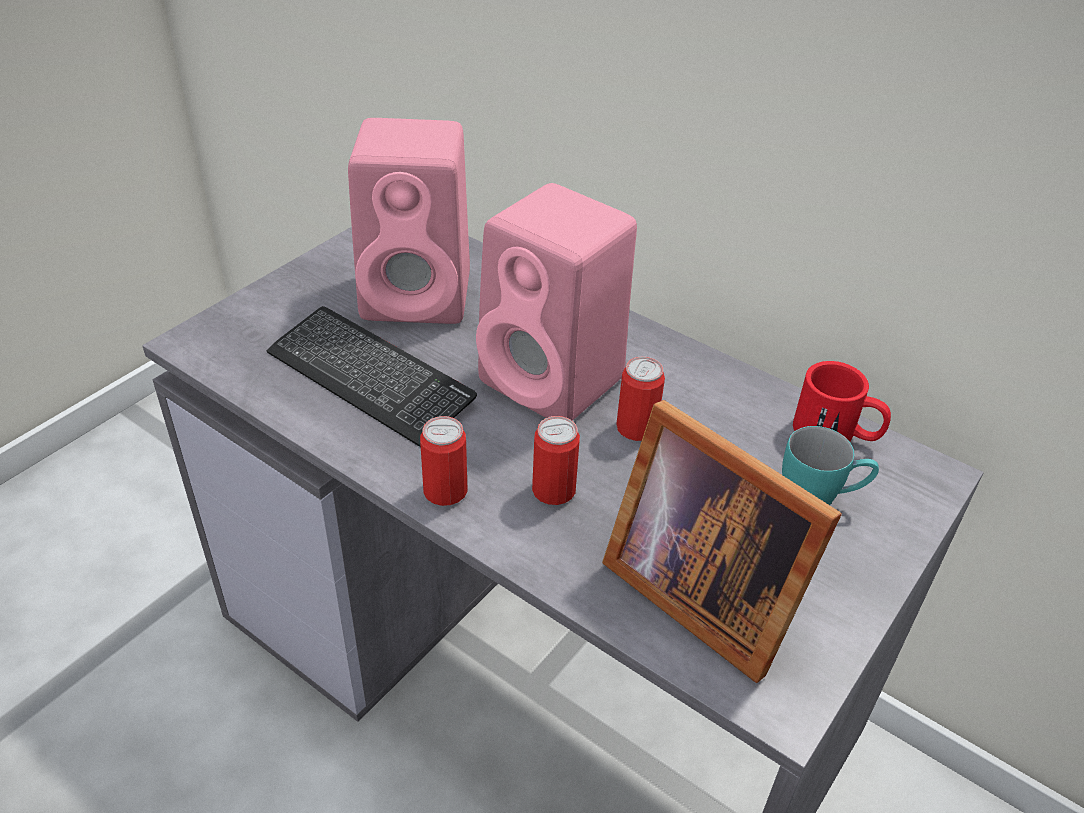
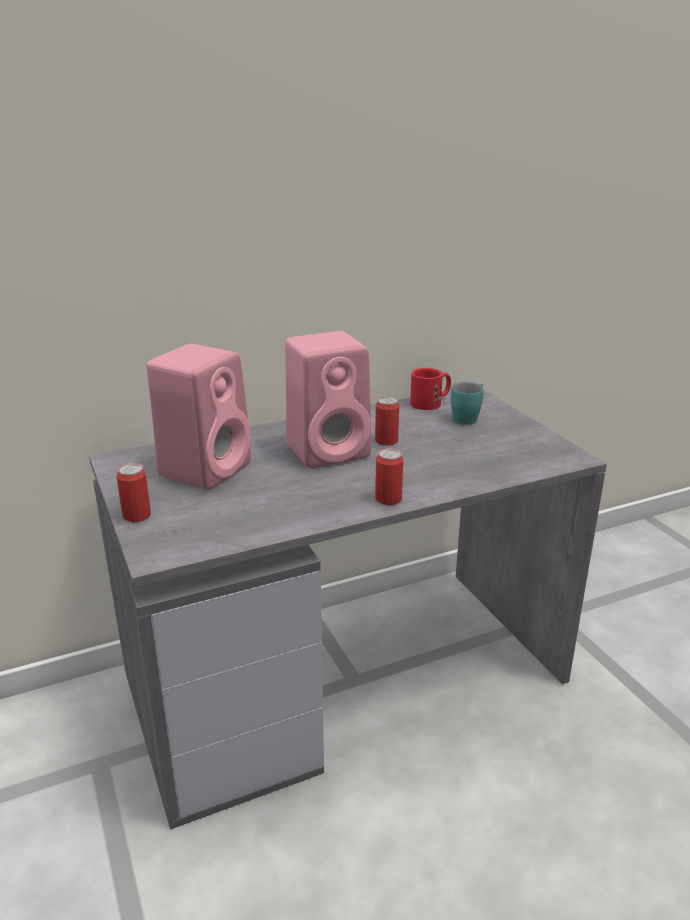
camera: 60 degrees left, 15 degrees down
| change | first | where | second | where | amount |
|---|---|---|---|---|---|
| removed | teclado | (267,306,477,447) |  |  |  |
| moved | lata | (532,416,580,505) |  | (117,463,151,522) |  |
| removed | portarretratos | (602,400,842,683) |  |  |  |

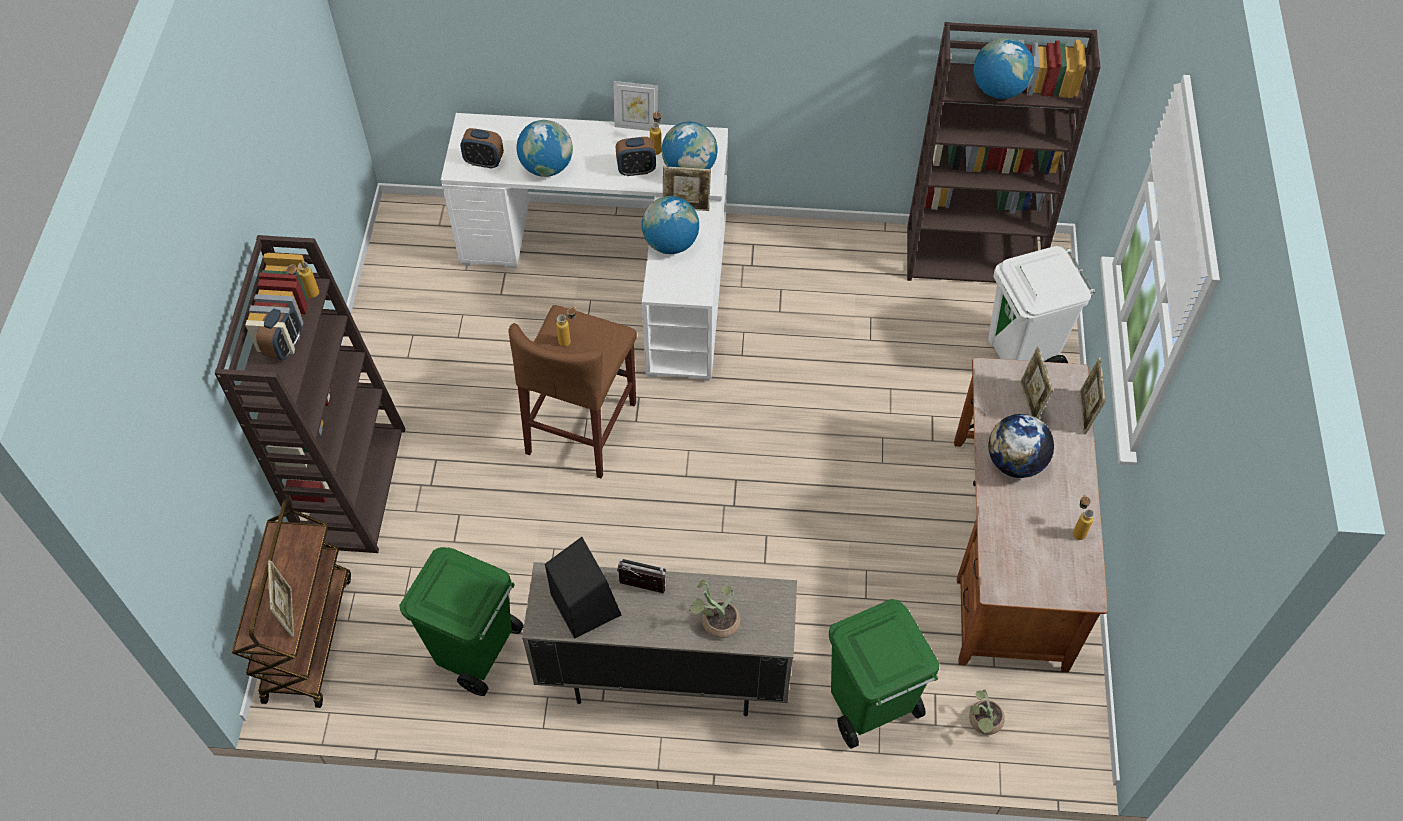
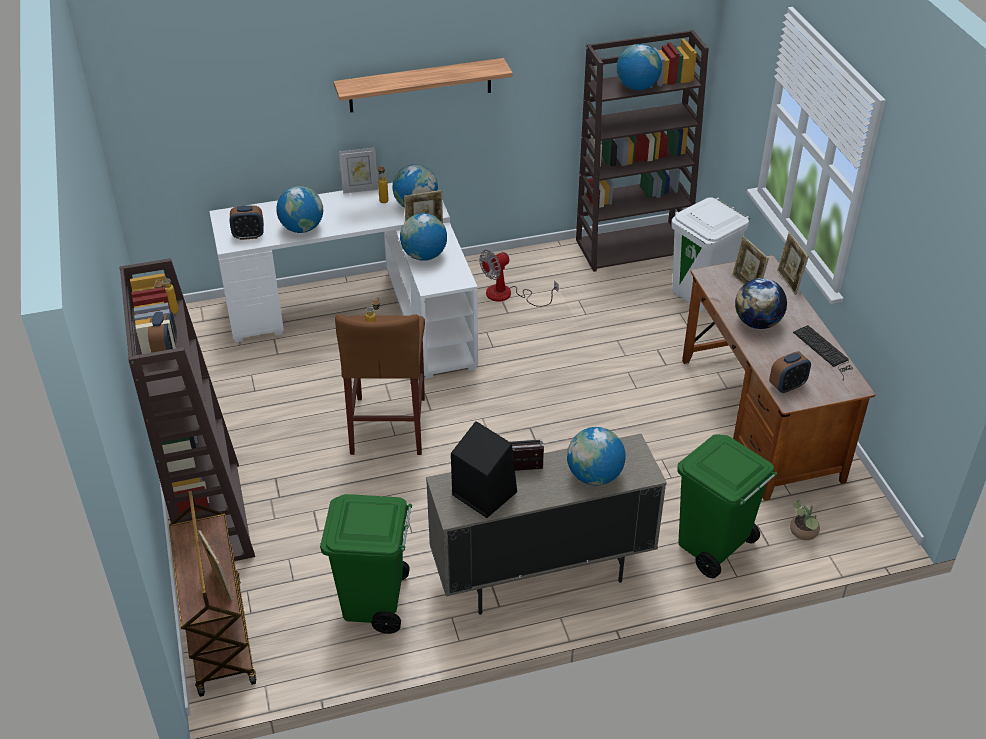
camera: 20 degrees left, 15 degrees down
| change | first | where | second | where | amount |
|---|---|---|---|---|---|
| moved | despertador | (616,137,656,176) |  | (769,351,811,394) |  |
| replaced | planta en maceta | (689,579,741,639) | globo terráqueo | (567,427,625,486) |  |
| replaced | botella | (1073,495,1094,540) | teclado | (793,325,853,381) |  |
| added |  |  | estante | (334,58,513,113) |  |
| added |  |  | ventilador | (479,250,559,307) |  |

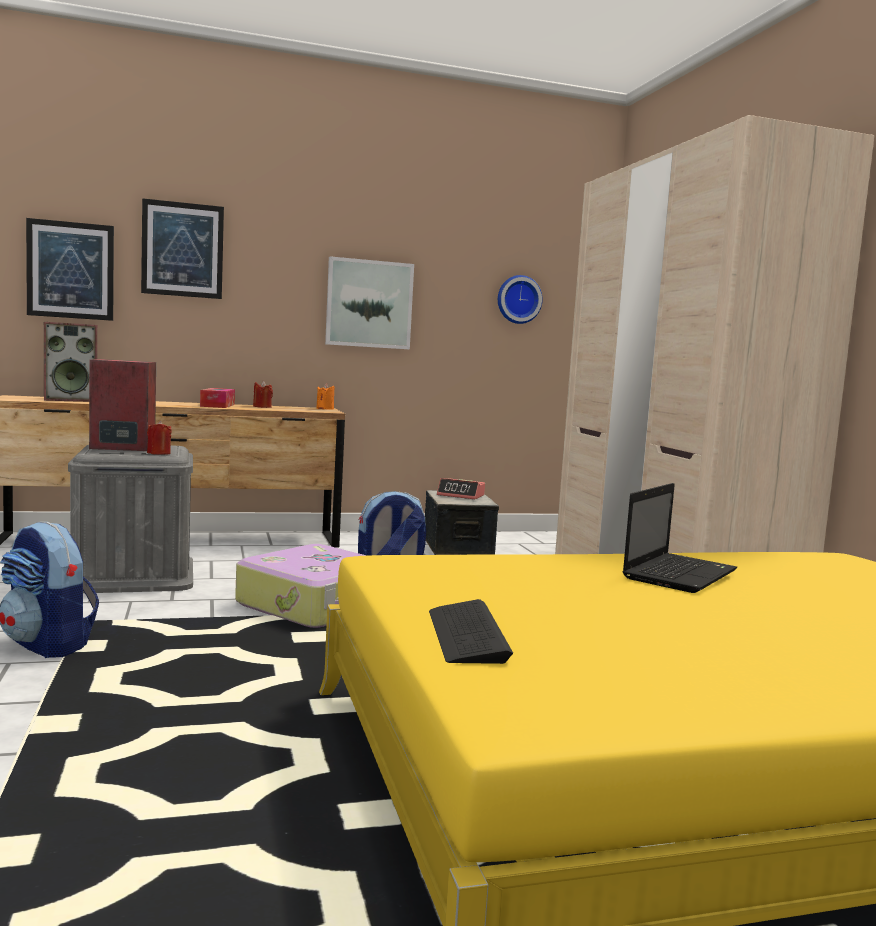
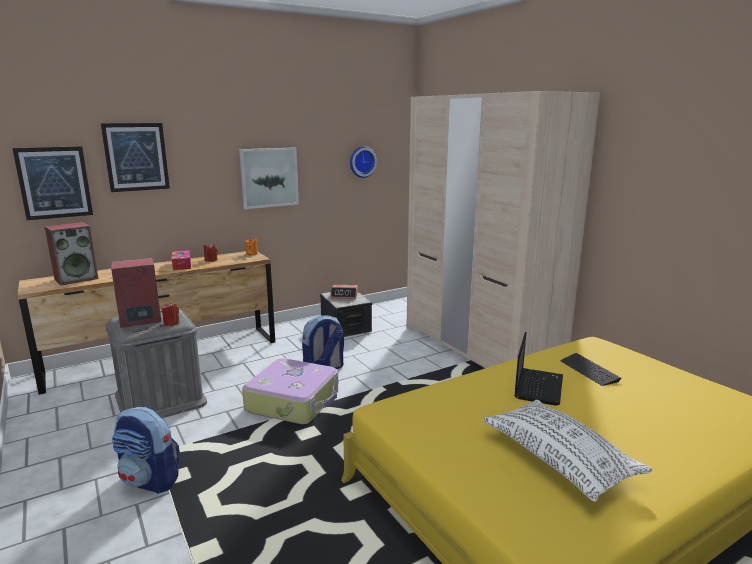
camera: 15 degrees left, 10 degrees up
| change | first | where | second | where | amount |
|---|---|---|---|---|---|
| moved | teclado | (429,599,513,664) |  | (561,353,621,386) |  |
| added |  |  | cojín (blanco) | (483,400,652,502) |  |

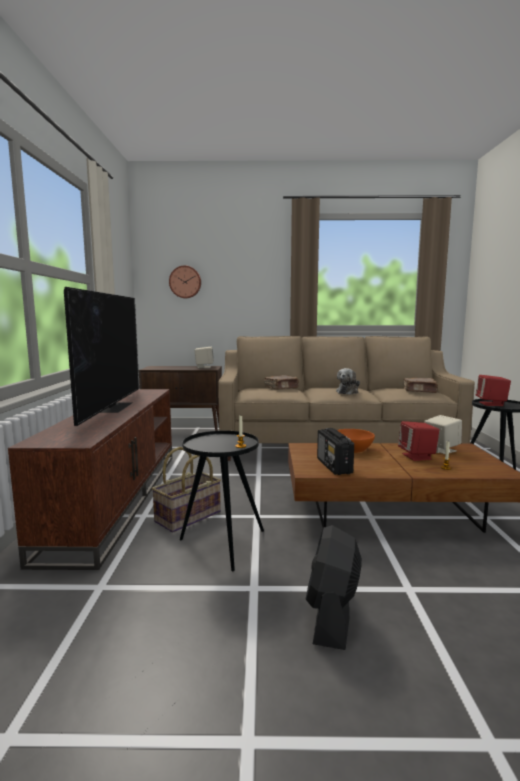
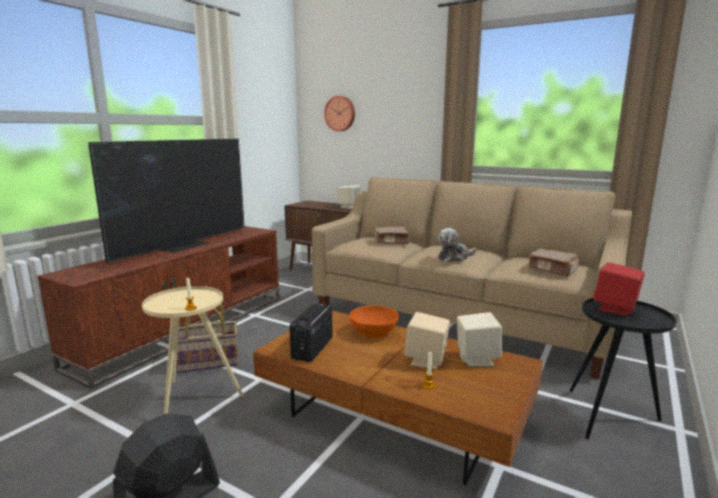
camera: 30 degrees right, 5 degrees up
| change | first | where | second | where | amount |
|---|---|---|---|---|---|
| recoloured | mesa auxiliar (negro) | (180,431,264,571) | mesa auxiliar (beis) | (142,286,244,414) |  |
| recoloured | altavoz (rojo) | (398,421,439,461) | altavoz (beis) | (404,312,450,369) |  |

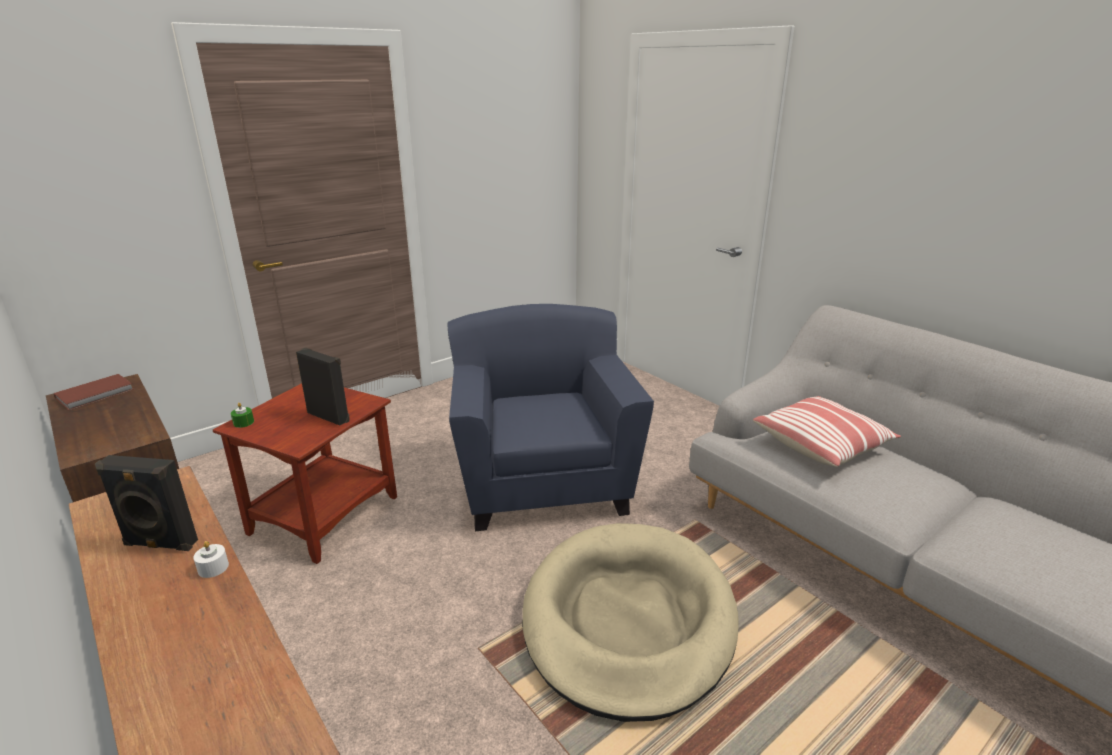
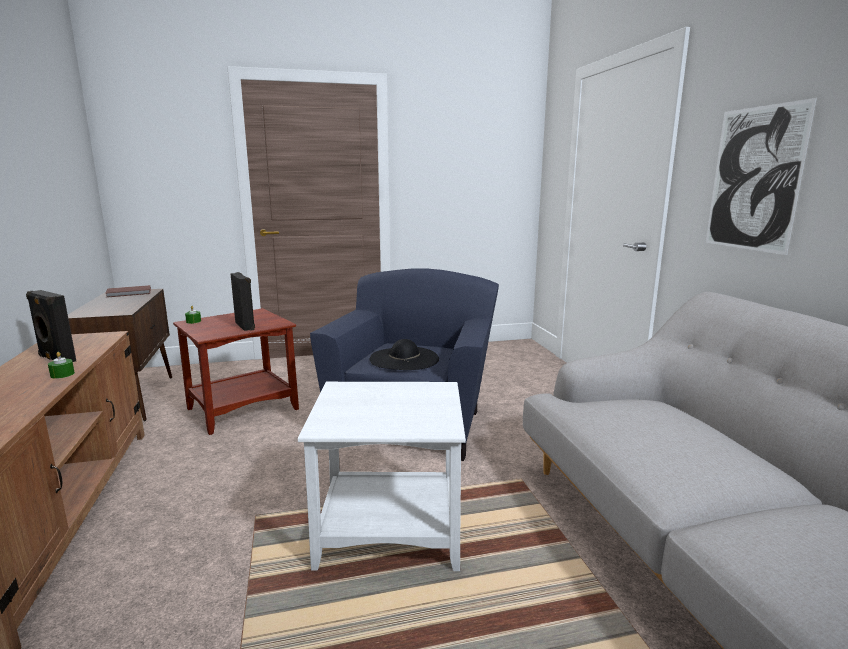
camera: 25 degrees right, 10 degrees down
| change | first | where | second | where | amount |
|---|---|---|---|---|---|
| recoloured | vela (blanco) | (193,541,229,578) | vela (verde) | (48,352,75,379) |  |
| replaced | cama para perro (beis) | (522,523,738,722) | mesa auxiliar (blanco) | (298,382,466,571) |  |
| removed | cojín | (753,396,901,467) |  |  |  |
| added |  |  | sombrero (negro) | (370,339,439,370) |  |
| added |  |  | cuadro | (706,98,817,255) |  |

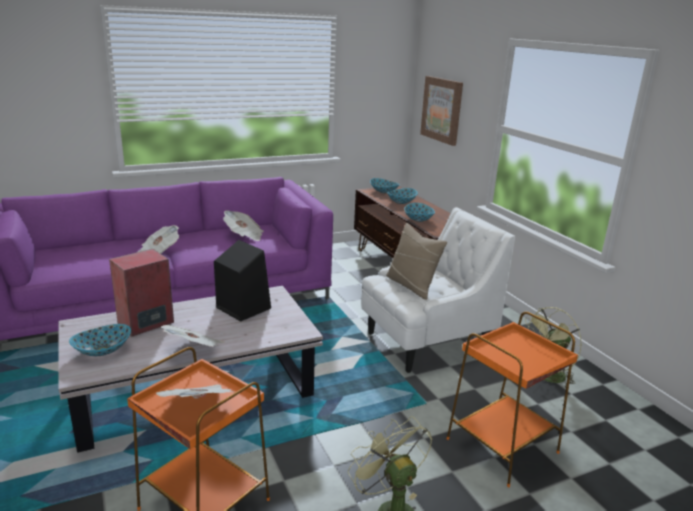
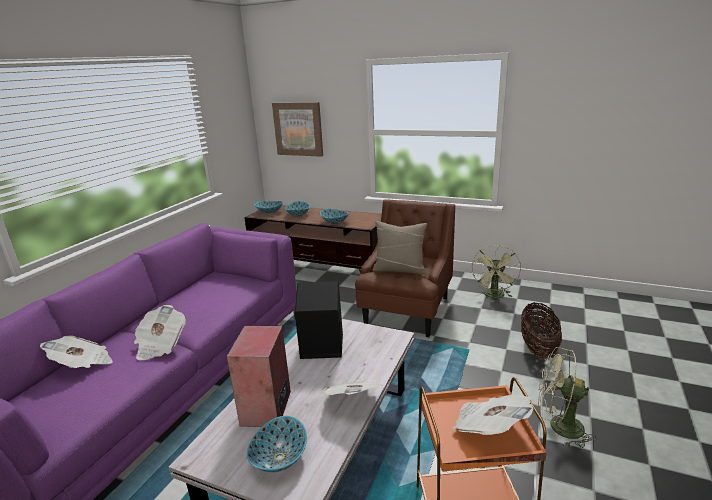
camera: 40 degrees left, 0 degrees up
| change | first | where | second | where | amount |
|---|---|---|---|---|---|
| moved | periódico | (223,210,264,241) |  | (40,335,113,368) |  |
| recoloured | sillón (blanco) | (361,207,515,373) | sillón (marrón) | (355,199,455,337) |  |
| replaced | mesa auxiliar (naranja) | (447,312,578,487) | cesta | (521,302,562,358) |  |

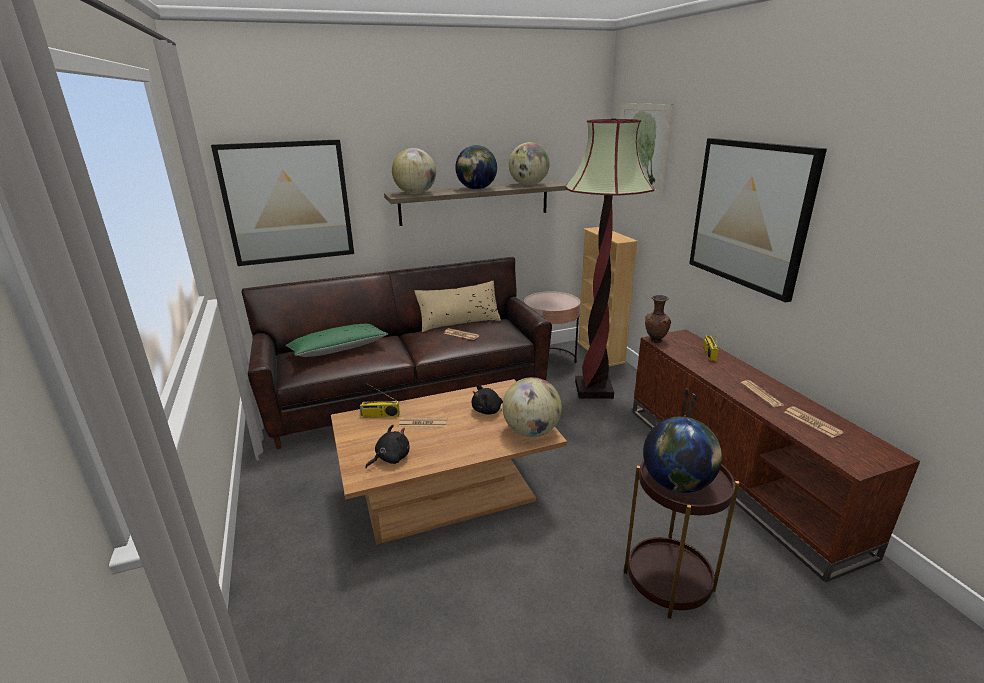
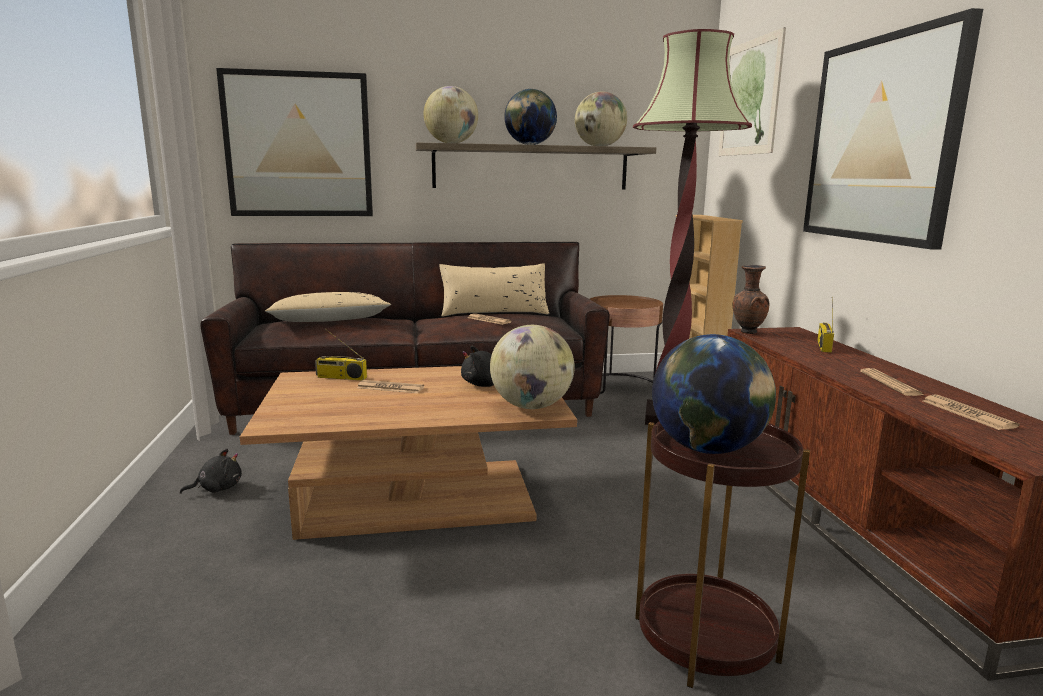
camera: 10 degrees right, 10 degrees down
| change | first | where | second | where | amount |
|---|---|---|---|---|---|
| recoloured | cojín (verde) | (286,324,388,357) | cojín (beis) | (265,292,391,322) |  |
| moved | peluche (negro) | (365,425,410,468) |  | (180,449,242,494) |  |
| recoloured | mesa auxiliar (rosa) | (524,291,580,363) | mesa auxiliar (marrón) | (590,295,663,394) |  |

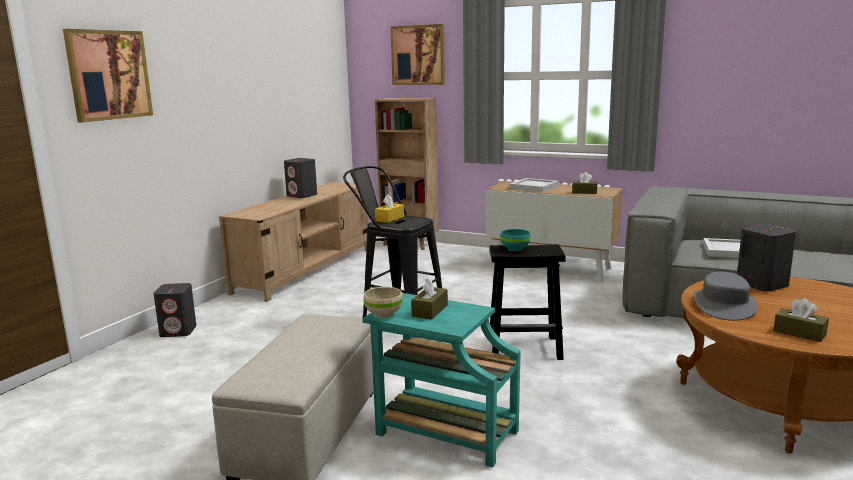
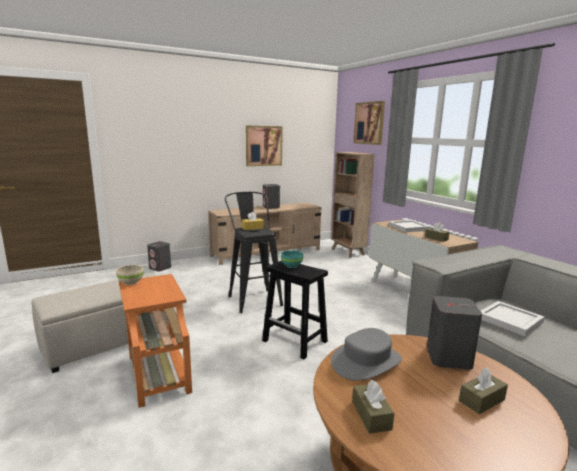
camera: 35 degrees right, 0 degrees up
| change | first | where | second | where | amount |
|---|---|---|---|---|---|
| moved | cuadro | (63,29,153,123) |  | (246,126,283,166) |  |
| recoloured | mesa auxiliar (turquesa) | (362,293,521,468) | mesa auxiliar (naranja) | (119,274,192,408) |  |
| moved | caja de pañuelos (marrón) | (411,278,448,320) |  | (459,367,508,414) |  |

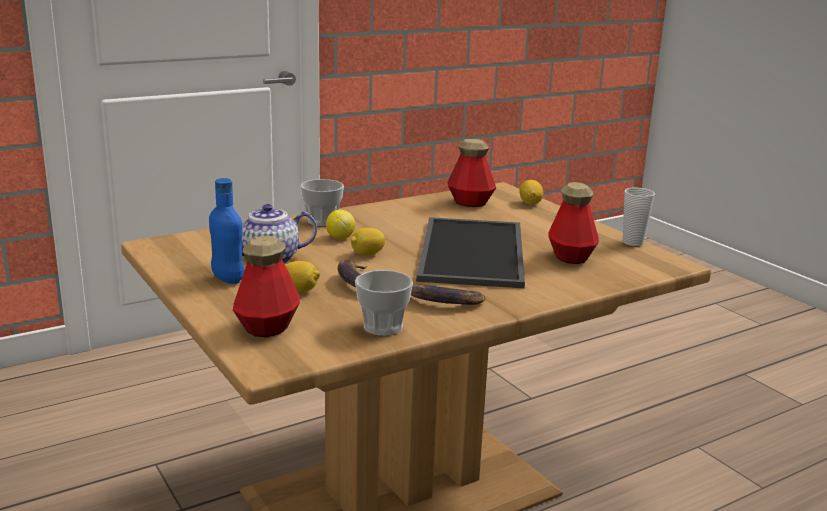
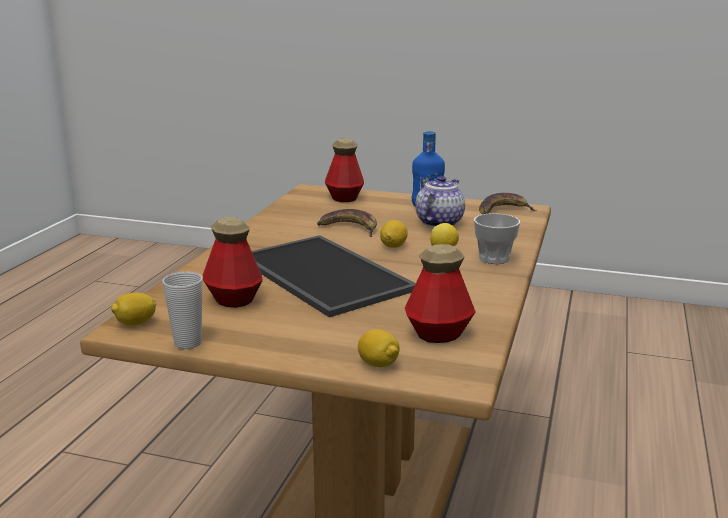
camera: 140 degrees right, 0 degrees up
| change | first | where | second | where | amount |
|---|---|---|---|---|---|
| moved | limón | (285,261,320,293) |  | (111,293,156,325) |  |
| removed | taza | (355,270,413,336) |  |  |  |
| moved | plátano | (411,283,485,305) |  | (479,193,537,214) |  |

